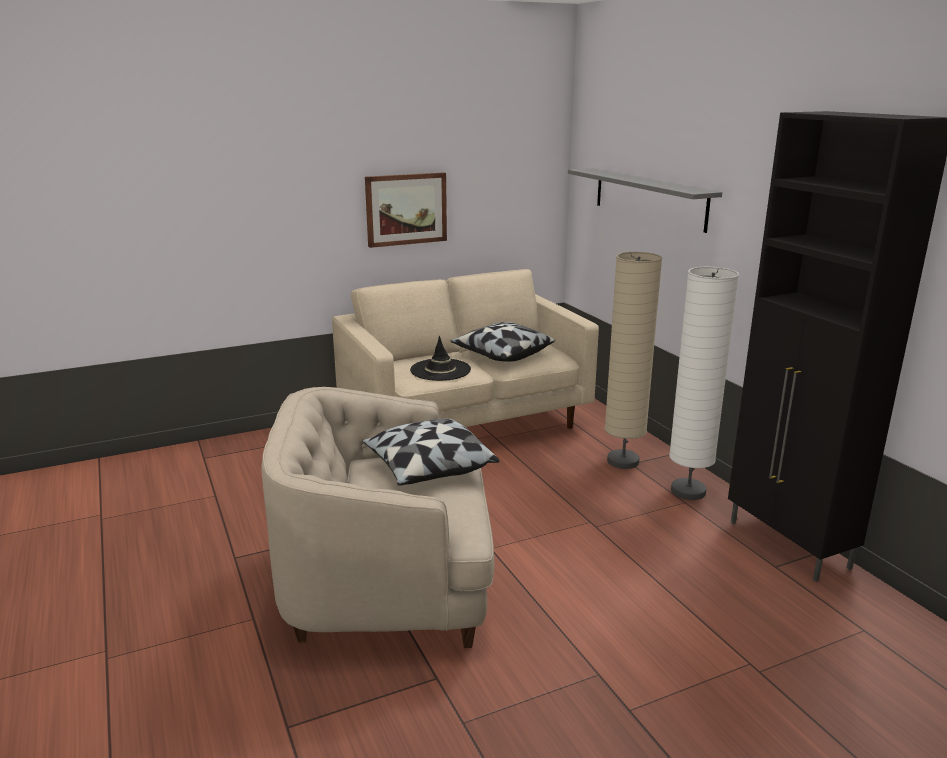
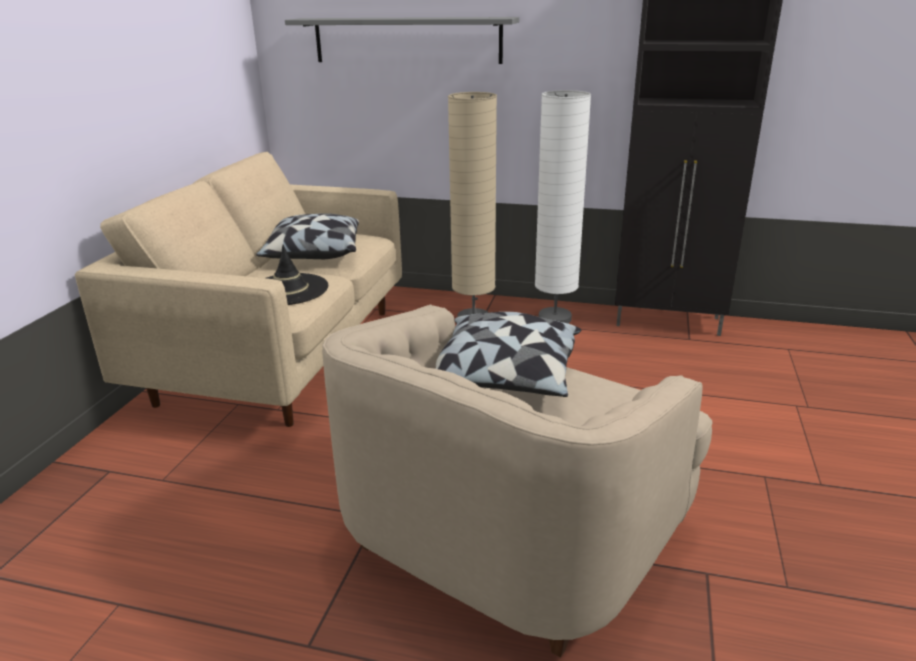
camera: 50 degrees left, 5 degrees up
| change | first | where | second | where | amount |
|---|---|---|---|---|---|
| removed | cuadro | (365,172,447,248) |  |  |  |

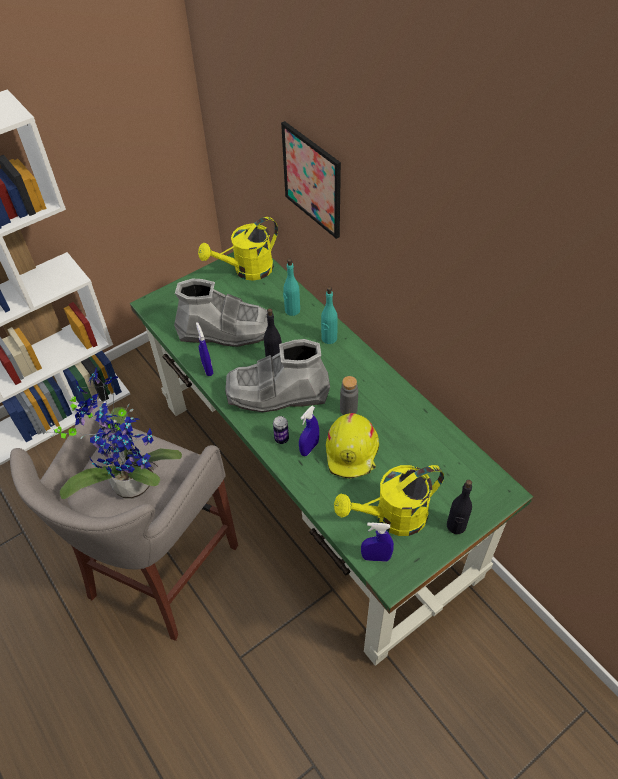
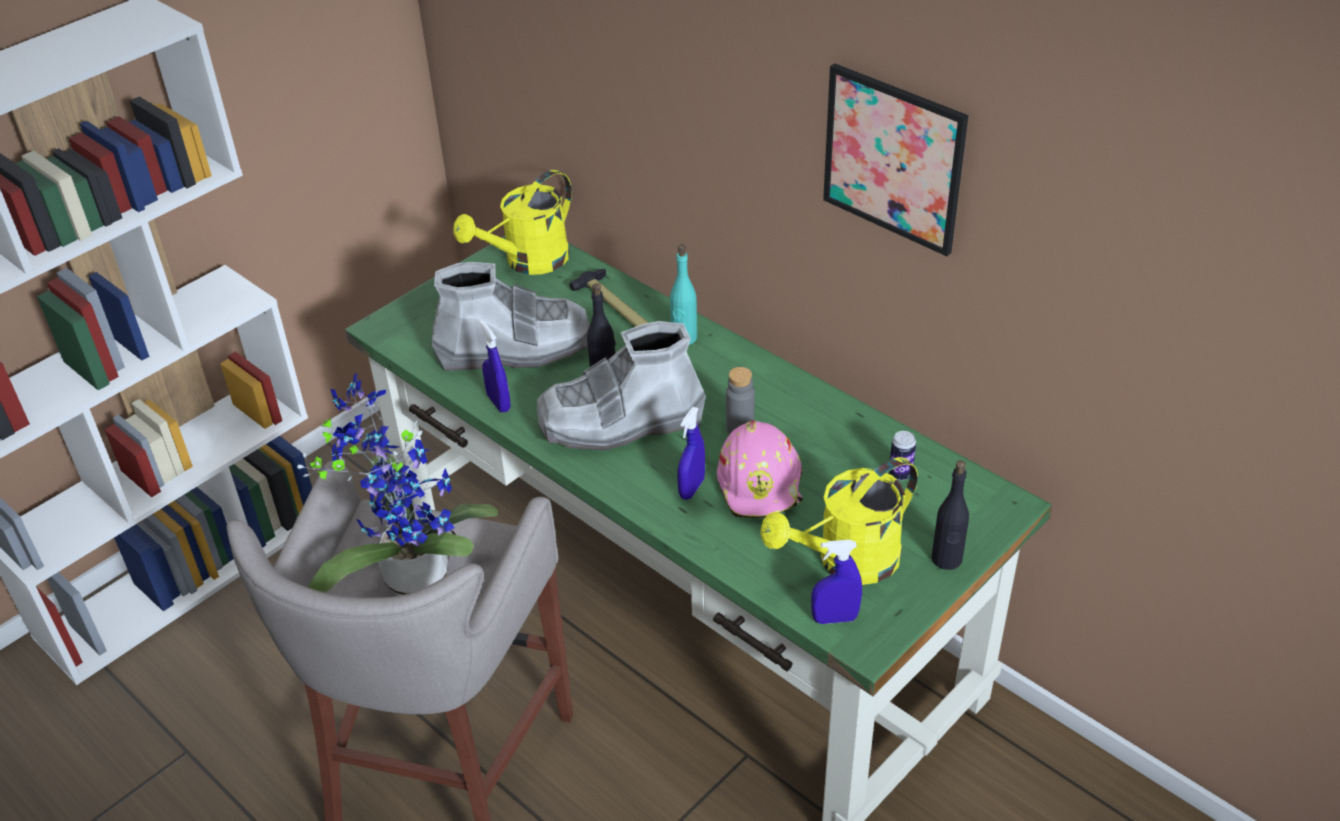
camera: 10 degrees left, 10 degrees down
| change | first | where | second | where | amount |
|---|---|---|---|---|---|
| moved | lata | (273,416,289,444) |  | (889,431,916,480) |  |
| moved | cuadro | (281,121,341,239) |  | (823,63,968,256) |  |
| replaced | botella (turquesa) | (283,259,300,316) | martillo | (569,269,649,327) |  |
| recoloured | casco (amarillo) | (326,413,379,479) | casco (rosa) | (717,421,803,518) |  |

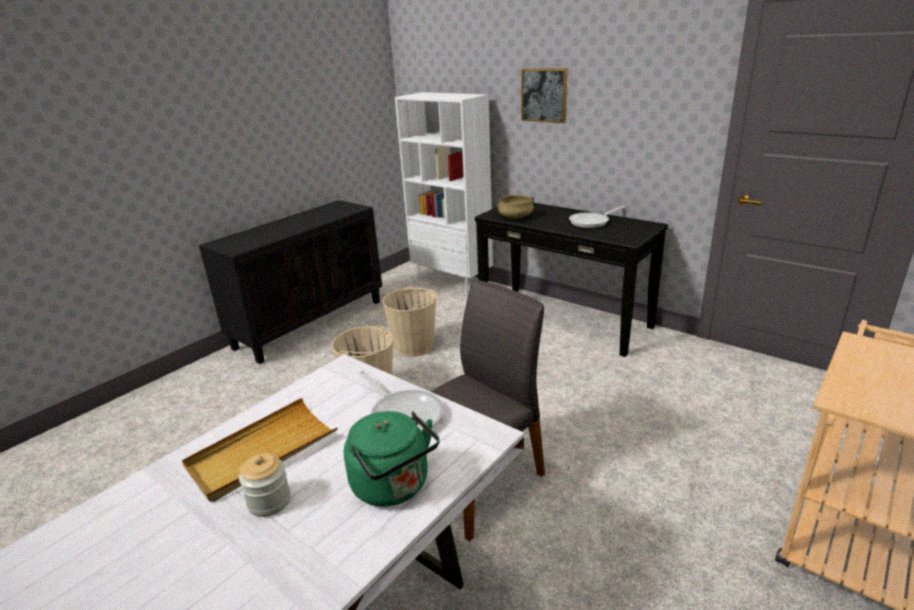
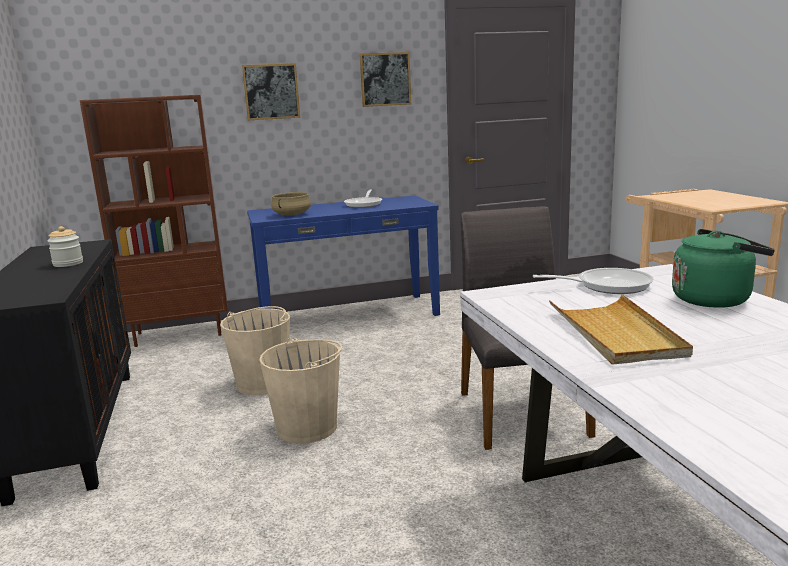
camera: 55 degrees left, 10 degrees down
| change | first | where | second | where | amount |
|---|---|---|---|---|---|
| moved | tarro | (239,453,291,517) |  | (48,226,83,267) |  |
| recoloured | estantería (blanco) | (395,92,493,294) | estantería (marrón) | (80,95,228,347) |  |
| recoloured | mesa consola (negro) | (475,203,668,357) | mesa consola (azul) | (247,195,440,316) |  |
| added |  |  | cuadro | (359,52,411,107) |  |

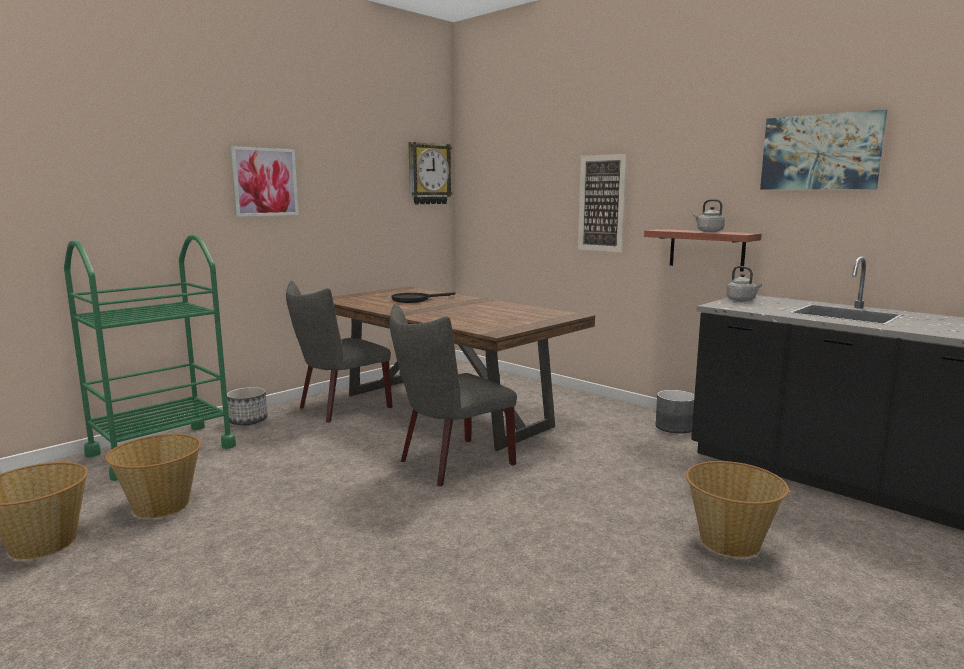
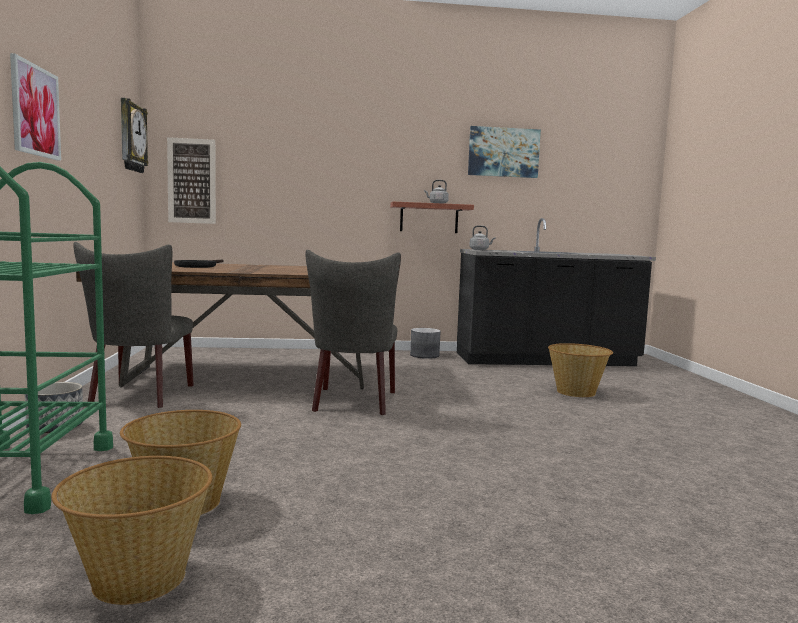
camera: 50 degrees left, 5 degrees down
| change | first | where | second | where | amount |
|---|---|---|---|---|---|
| moved | cuadro | (578,154,627,253) |  | (167,137,216,224) |  |

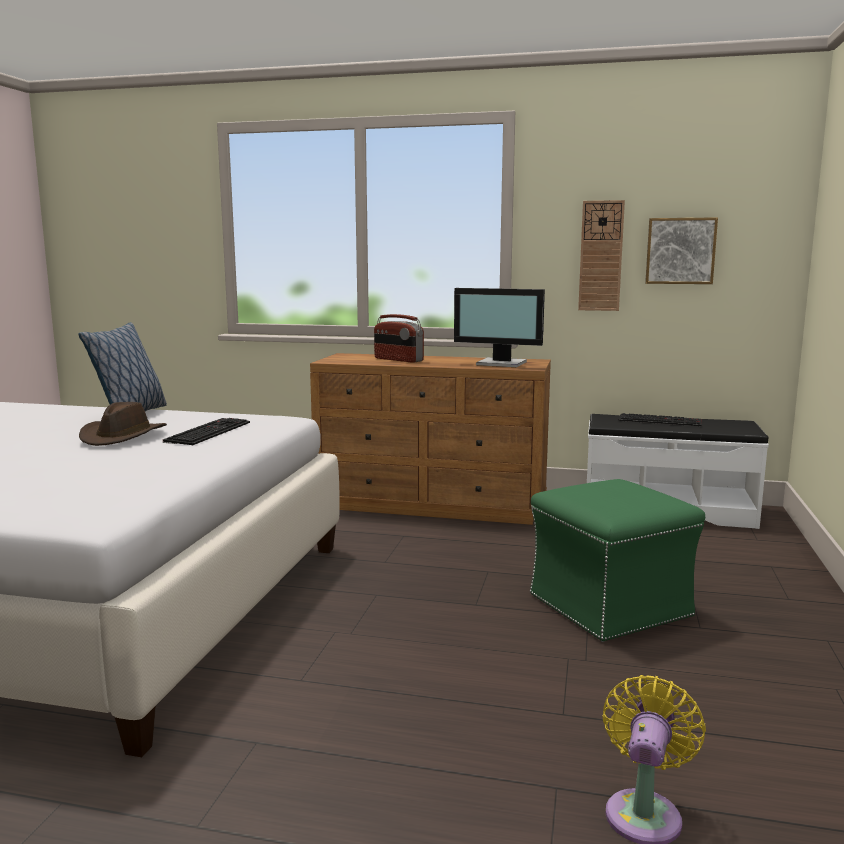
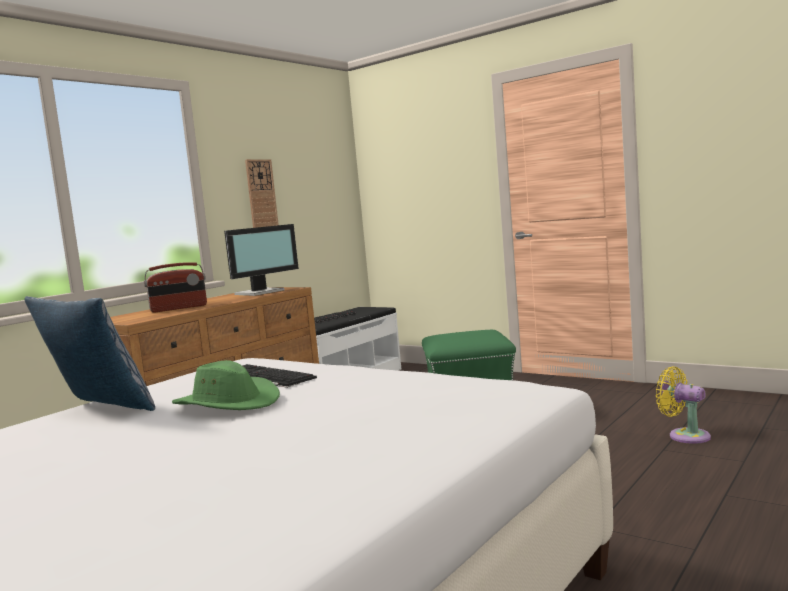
camera: 65 degrees left, 5 degrees down
| change | first | where | second | where | amount |
|---|---|---|---|---|---|
| recoloured | sombrero (marrón) | (79,402,167,446) | sombrero (verde) | (172,360,280,410) |  |
| removed | cuadro | (645,217,718,284) |  |  |  |

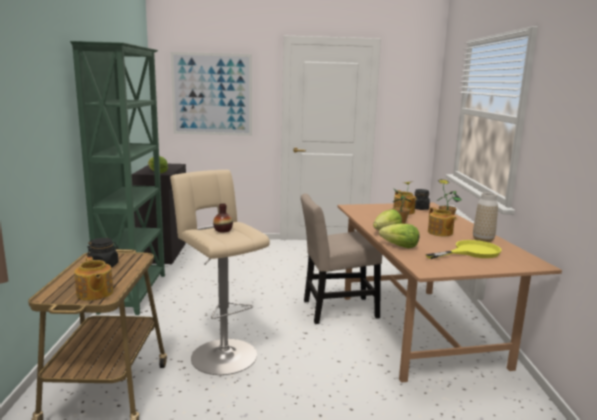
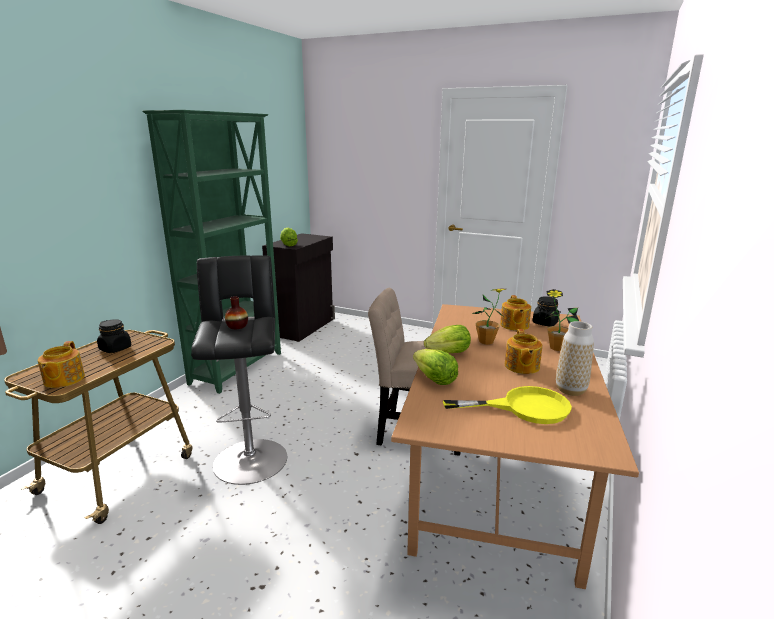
camera: 25 degrees right, 5 degrees up
| change | first | where | second | where | amount |
|---|---|---|---|---|---|
| recoloured | taburete (beis) | (170,170,270,375) | taburete (negro) | (191,255,287,485) |  |
| removed | cuadro | (171,52,252,136) |  |  |  |

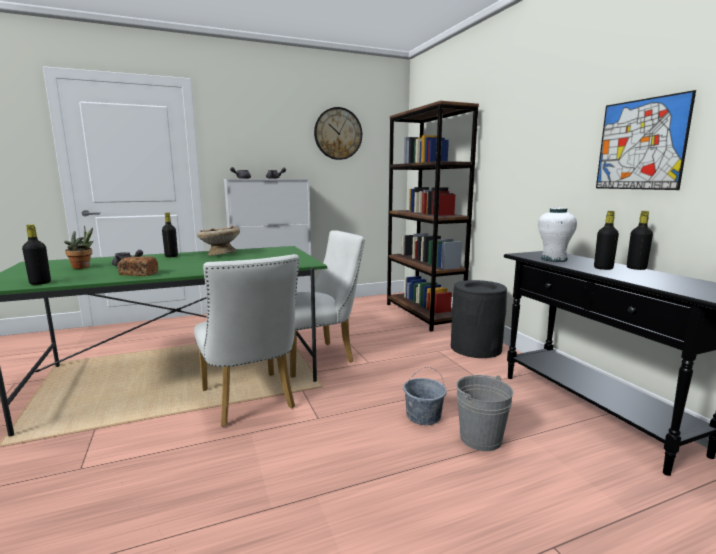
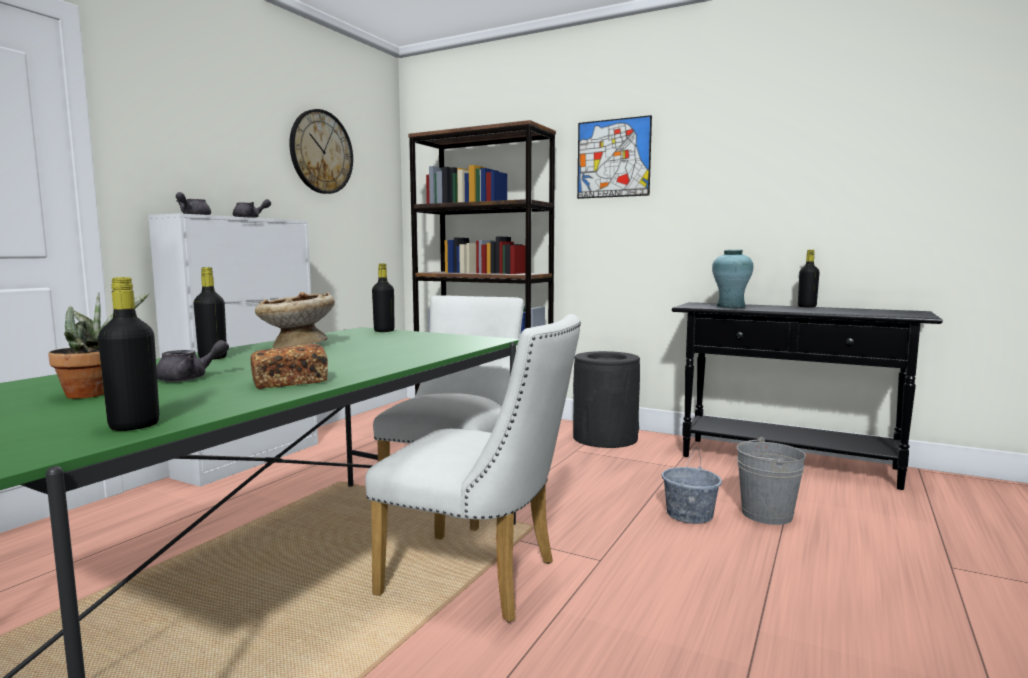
camera: 40 degrees left, 5 degrees down
| change | first | where | second | where | amount |
|---|---|---|---|---|---|
| recoloured | florero (blanco) | (538,207,577,262) | florero (turquesa) | (712,250,753,308) |  |
| moved | botella (negro) | (594,211,619,270) |  | (372,263,394,332) |  |
| moved | cuadro | (596,90,696,190) |  | (577,115,652,199) |  |

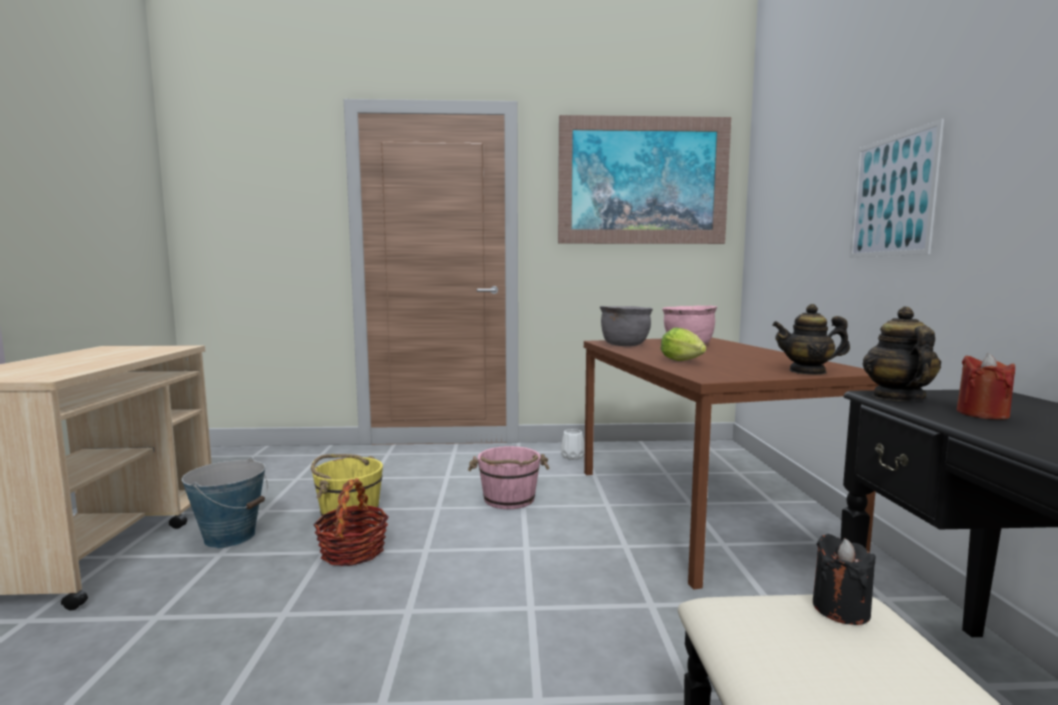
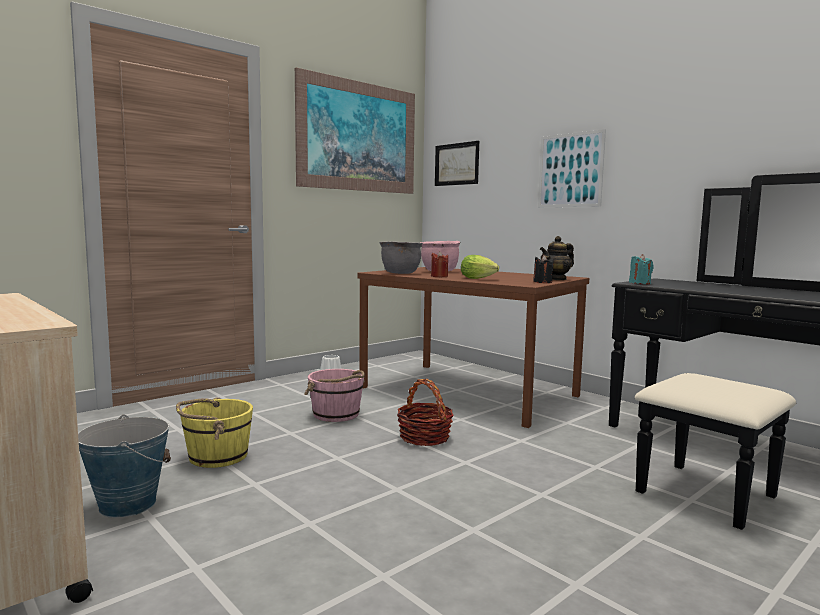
camera: 40 degrees left, 0 degrees up
| change | first | where | second | where | amount |
|---|---|---|---|---|---|
| moved | cesta | (313,478,389,566) |  | (397,379,454,446) |  |
| moved | vela (negro) | (813,534,876,625) |  | (533,255,553,283) |  |
| replaced | tetera | (863,307,941,401) | vela (turquesa) | (629,254,654,284) |  |
| moved | vela (rojo) | (956,353,1015,420) |  | (431,251,448,277) |  |
| added |  |  | cuadro | (435,141,479,186) |  |

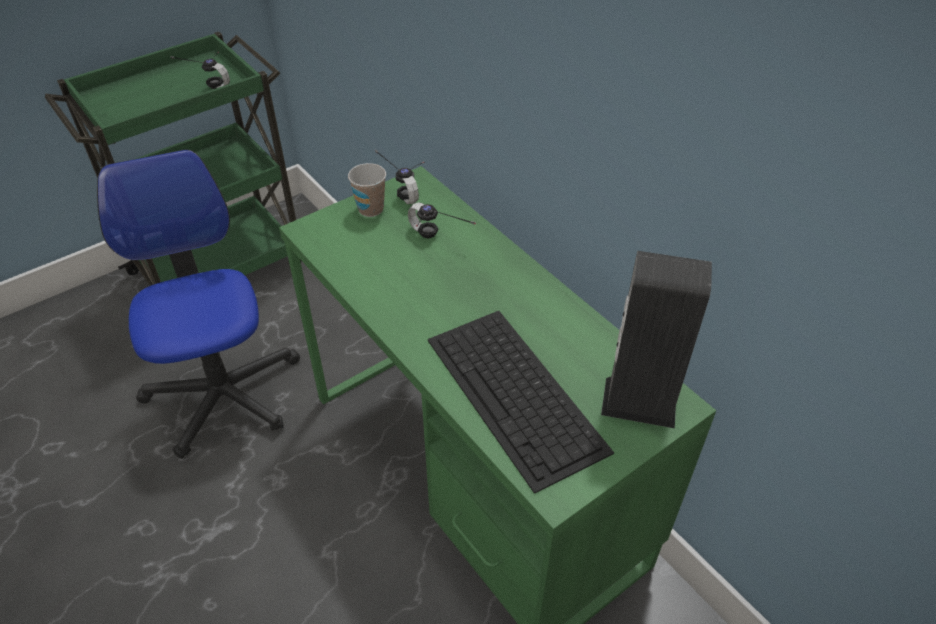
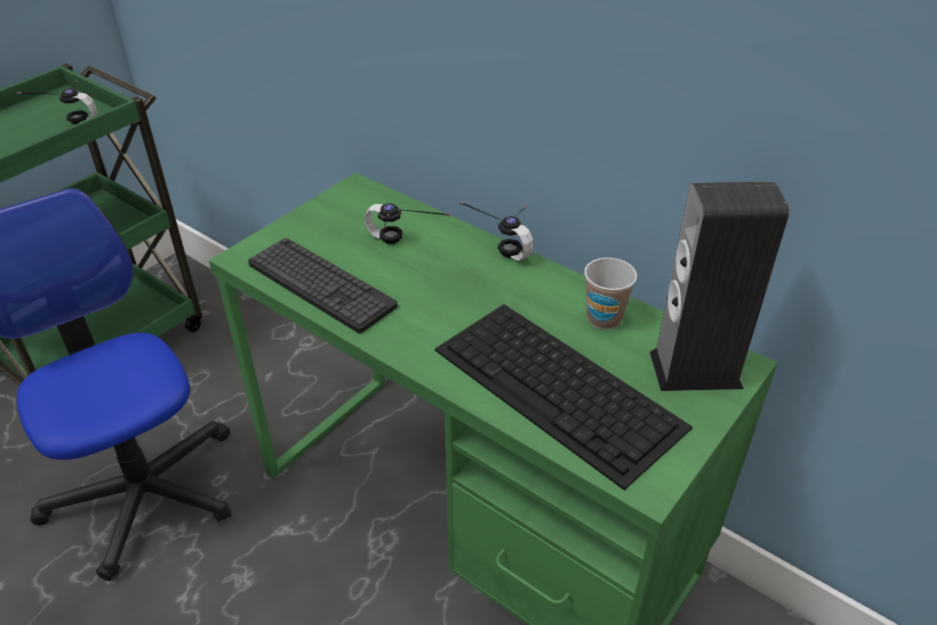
camera: 15 degrees left, 5 degrees down
| change | first | where | second | where | amount |
|---|---|---|---|---|---|
| moved | taza | (348,163,386,217) |  | (584,258,637,329) |  |
| moved | auriculares | (375,150,424,204) |  | (459,201,533,261) |  |
| added |  |  | teclado | (248,238,398,333) |  |

